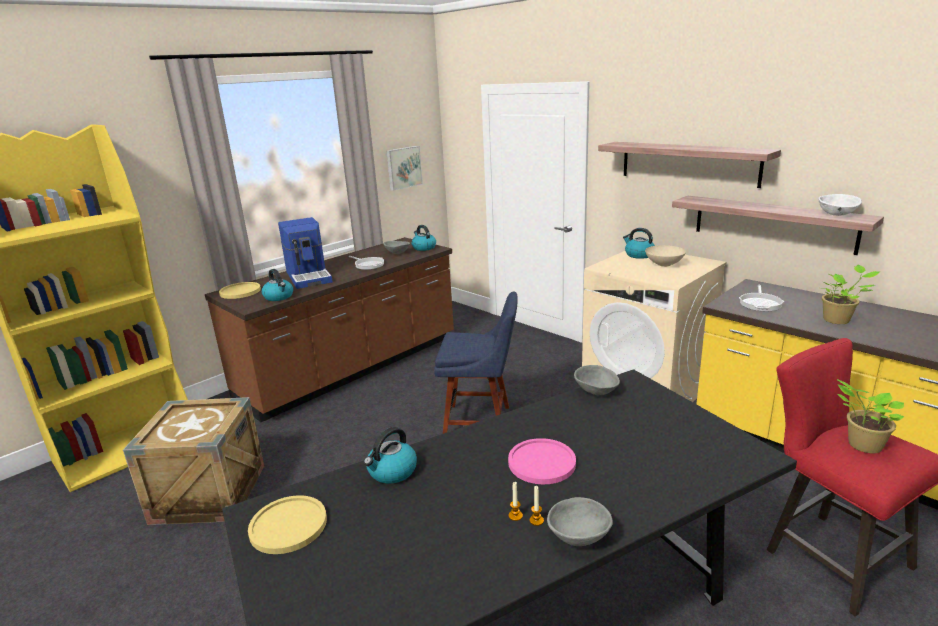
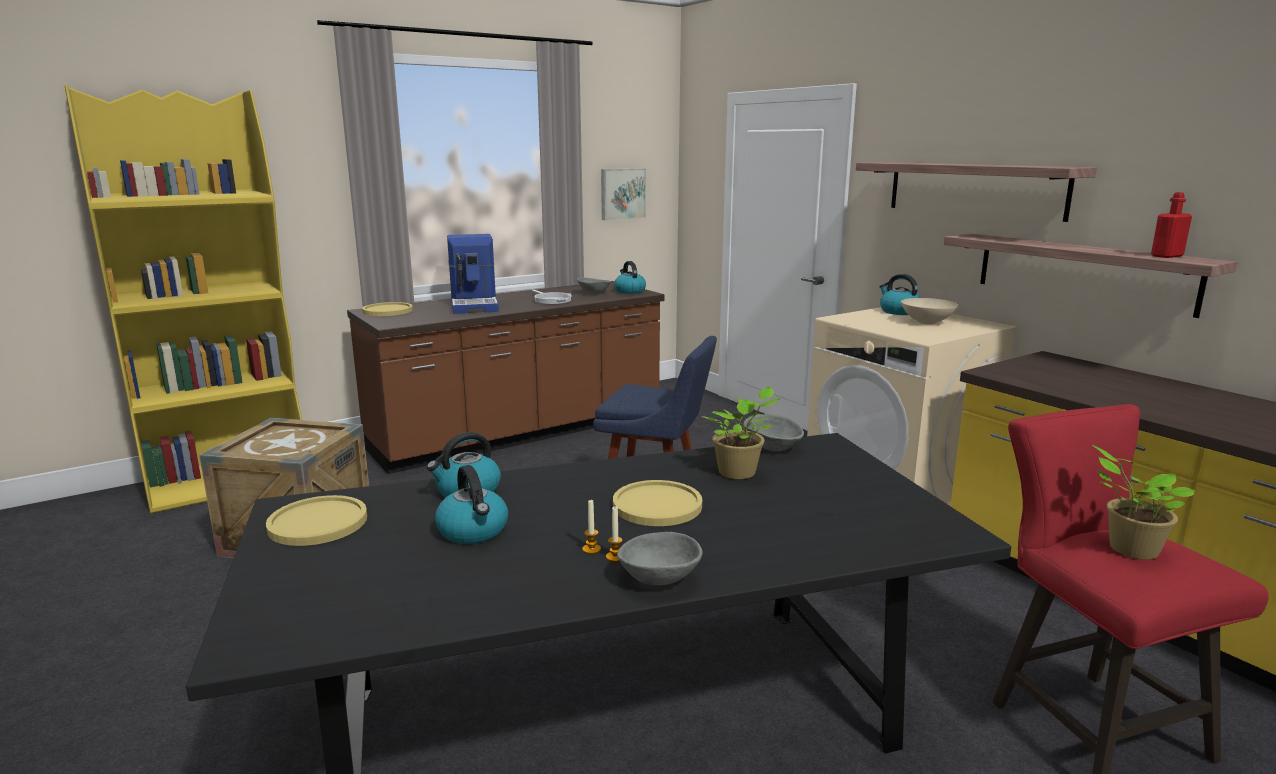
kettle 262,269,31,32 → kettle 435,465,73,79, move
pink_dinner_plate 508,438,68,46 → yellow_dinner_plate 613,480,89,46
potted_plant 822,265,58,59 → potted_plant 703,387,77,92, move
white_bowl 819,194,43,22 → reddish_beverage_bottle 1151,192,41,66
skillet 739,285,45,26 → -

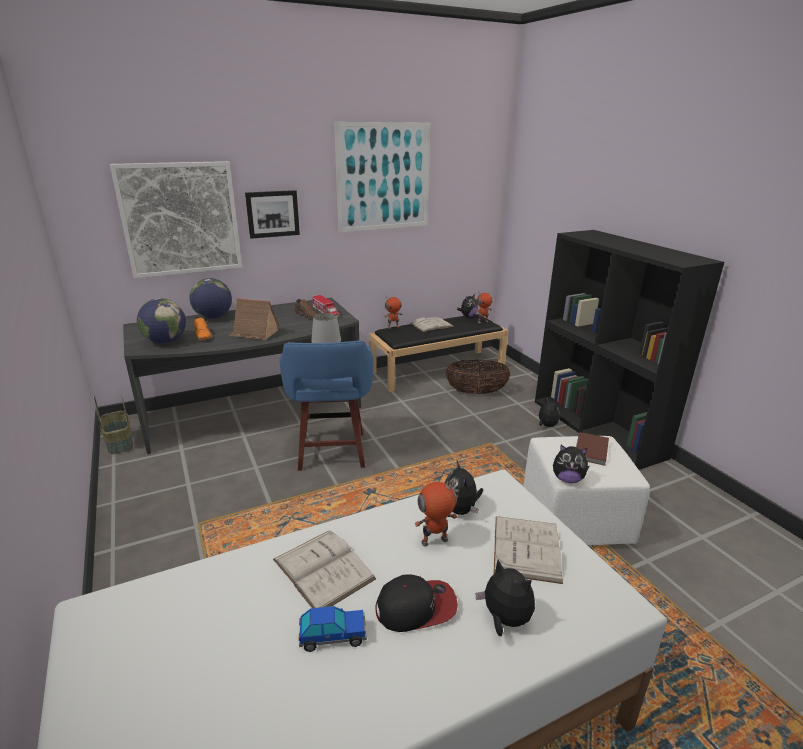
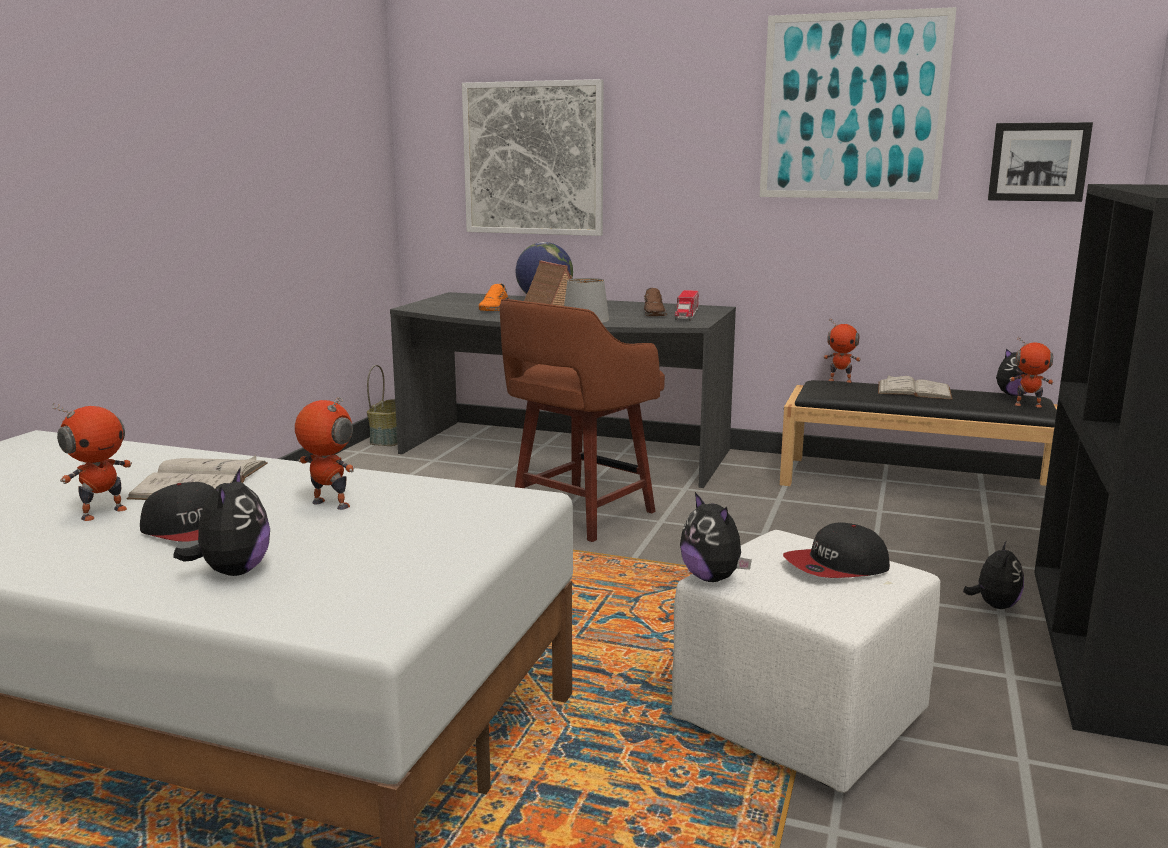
model_car 299,606,68,46 → model_robot 52,403,80,118
blue_stool_seat 280,340,93,131 → brown-coloured_stool_seat 500,299,165,243
brown-coloured_bound_book 576,432,33,34 → peaked_cap 783,522,107,56
wall_picture 245,190,55,49 → wall_picture 988,122,105,80, move
desk_globe 137,298,49,46 → -
soft_toy 445,459,38,56 → -
storage_basket 446,360,65,34 → -
white_bound_book 493,516,70,68 → -

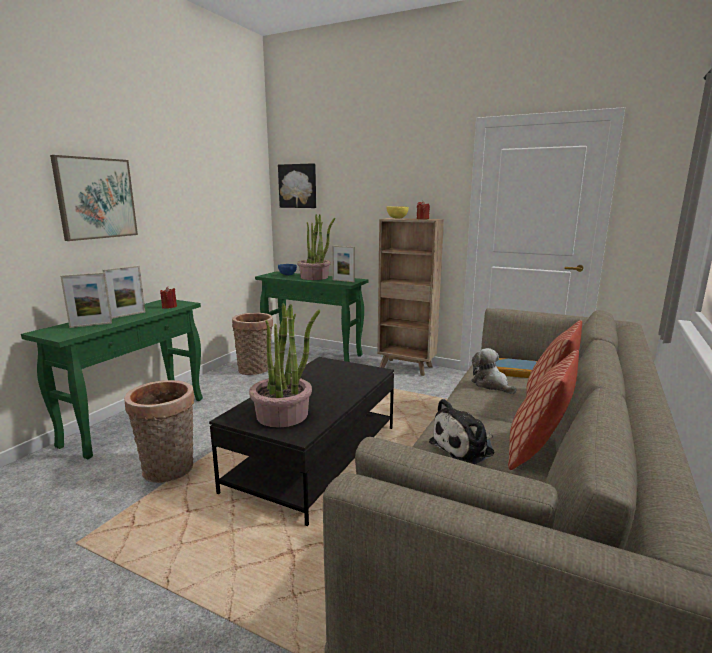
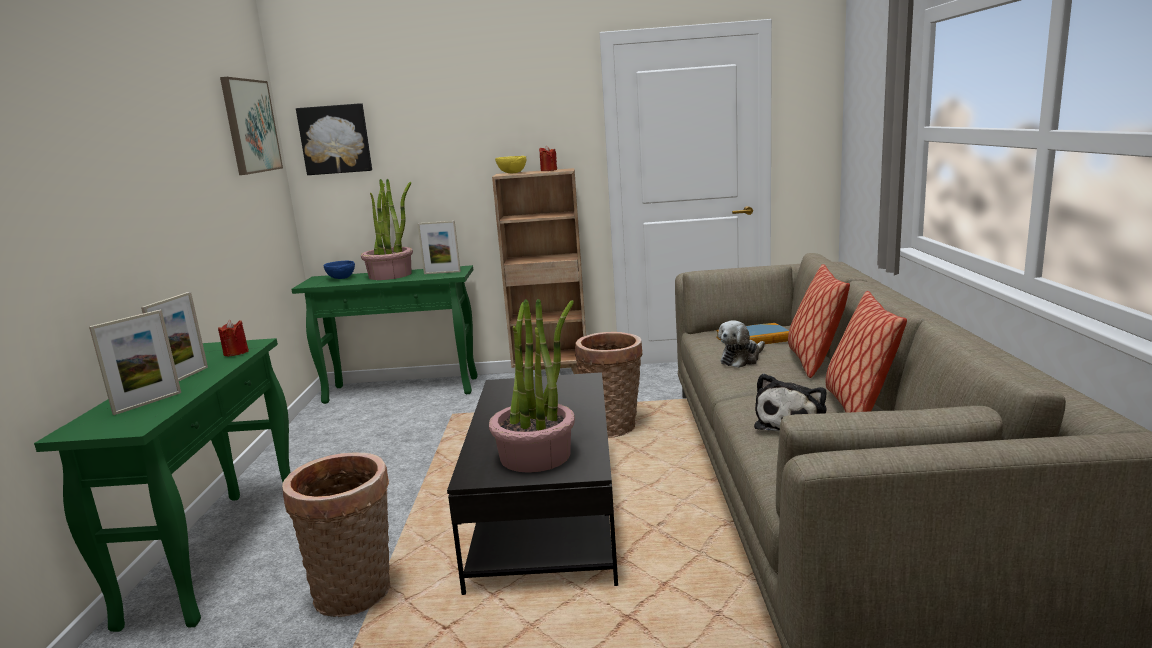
wall_picture 50,155,88,86 → wall_picture 220,77,63,98, move
storage_basket 232,313,41,62 → storage_basket 575,332,68,106, move
soft_toy 471,348,46,46 → soft_toy 718,320,47,48, 75 degrees counterclockwise

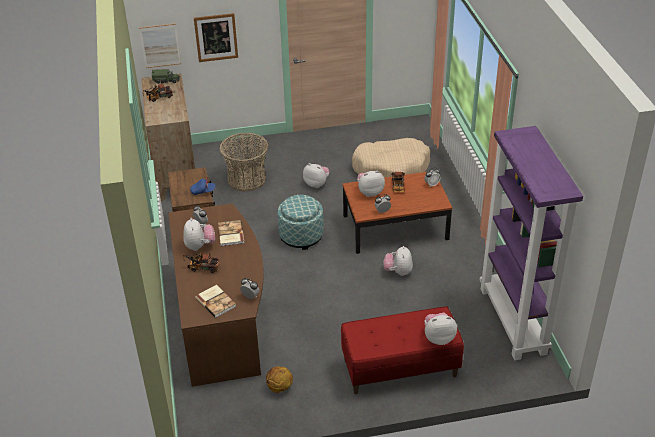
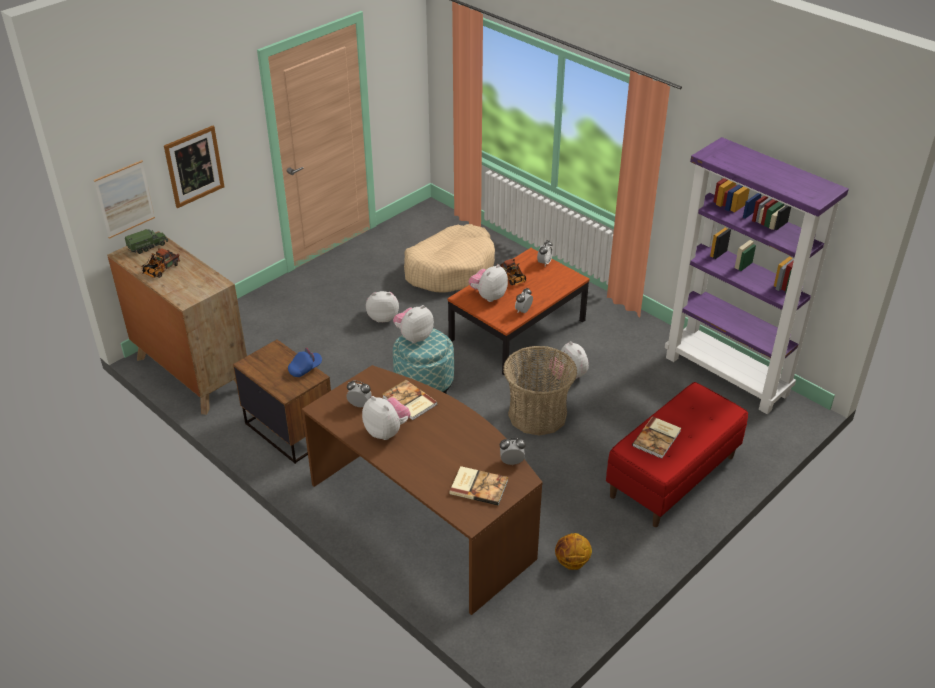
soft_toy 425,313,32,32 → soft_toy 393,305,41,38, move
storage_basket 219,133,49,59 → storage_basket 503,346,74,90, move
- → bound_book 632,417,49,42
toy_truck 183,252,36,21 → -

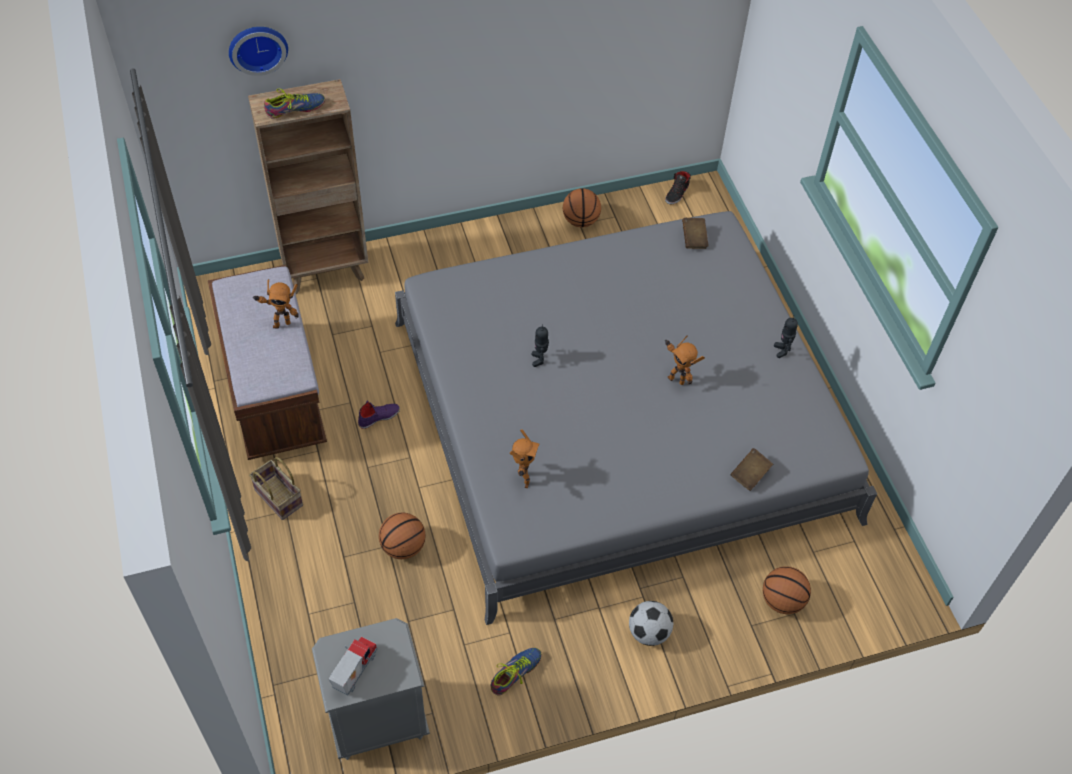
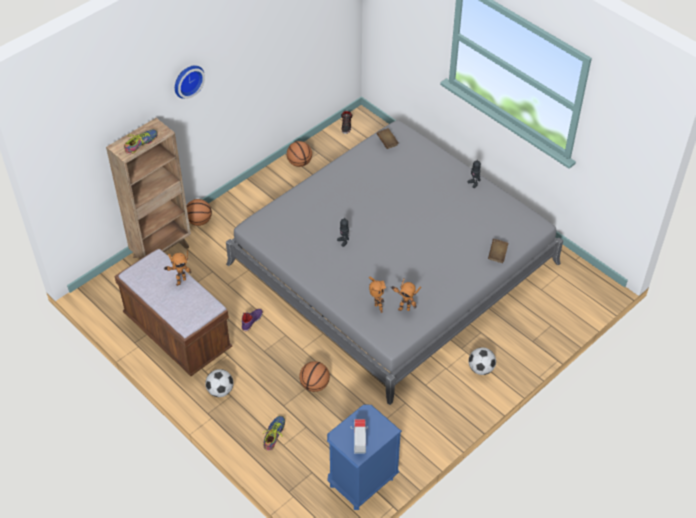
clock_on_the_wall 229,27,59,49 → clock_on_the_wall 175,65,30,34, move
basketball_ball 763,566,48,48 → basketball_ball 186,199,26,27, move
storage_basket 249,457,54,63 → football 205,369,29,28
item_of_footwear 491,648,51,47 → item_of_footwear 263,416,22,35, move
gray_nightstand 312,618,118,142 → blue_nightstand 327,405,75,105
model_robot 664,336,41,49 → model_robot 391,278,30,33, move

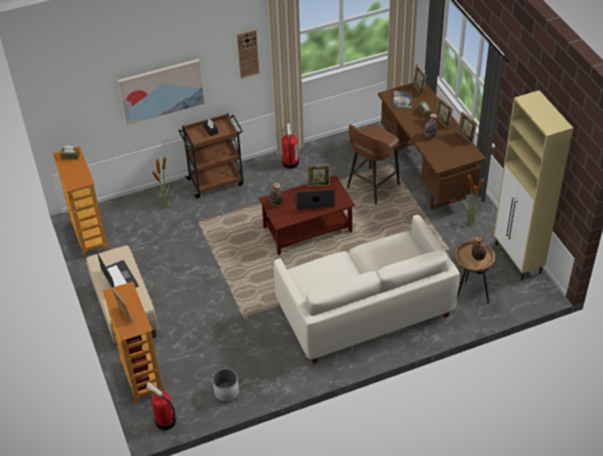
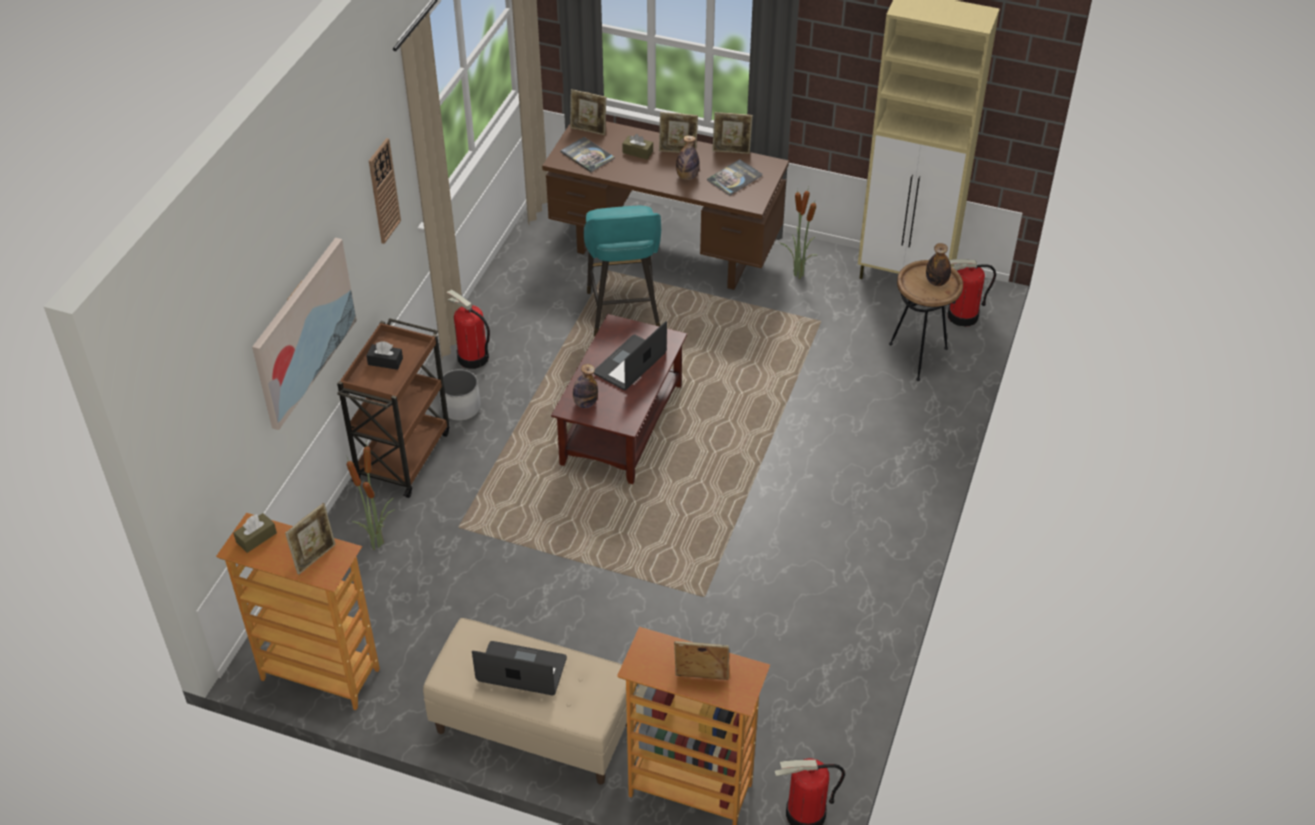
picture_frame 308,164,22,23 → picture_frame 285,503,51,72, move
white_flower_pot 213,369,26,33 → white_flower_pot 439,369,42,52, move
brown-coloured_stool_seat 347,124,53,80 → turquoise-coloured_stool_seat 584,205,77,132
- → bound_book 707,159,55,37
- → fire_extinguisher 948,259,48,68
white_sofa 274,215,186,149 → -

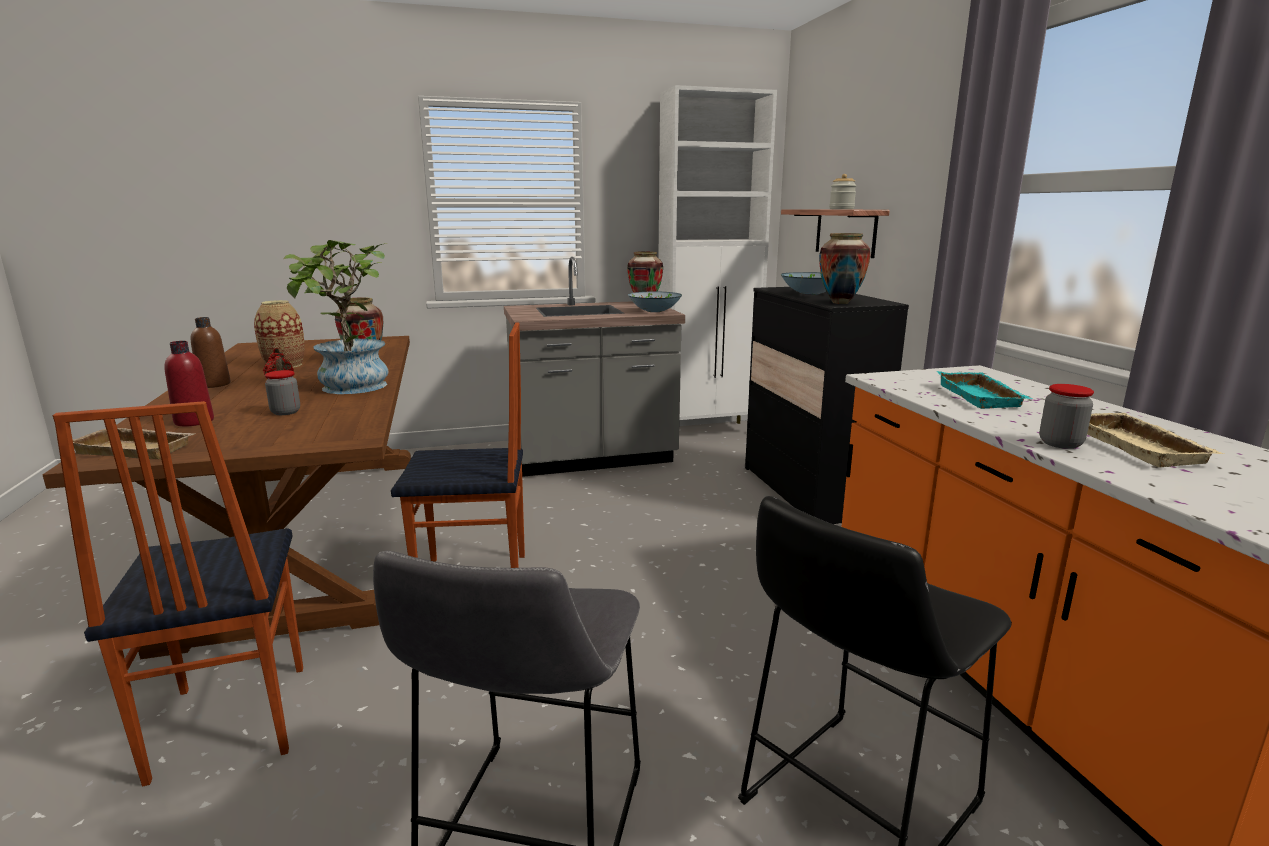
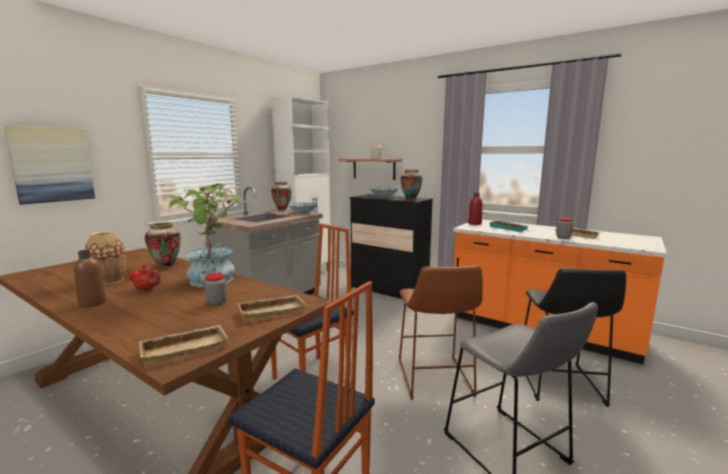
- → wall_picture 4,125,91,80
- → beige_tray 238,295,69,26
- → brown-coloured_stool_seat 399,265,84,135
reddish_beverage_bottle 164,341,50,86 → reddish_beverage_bottle 468,193,14,32, move

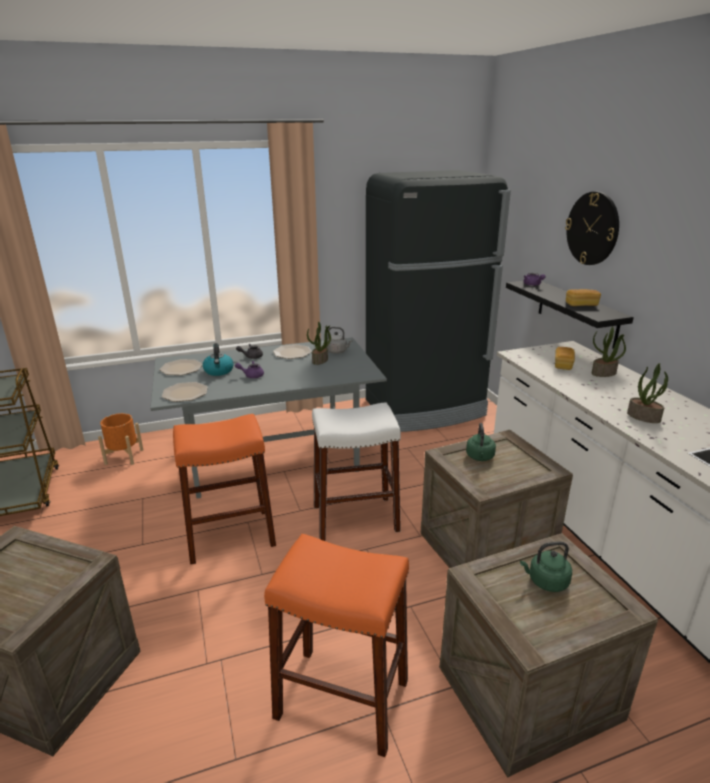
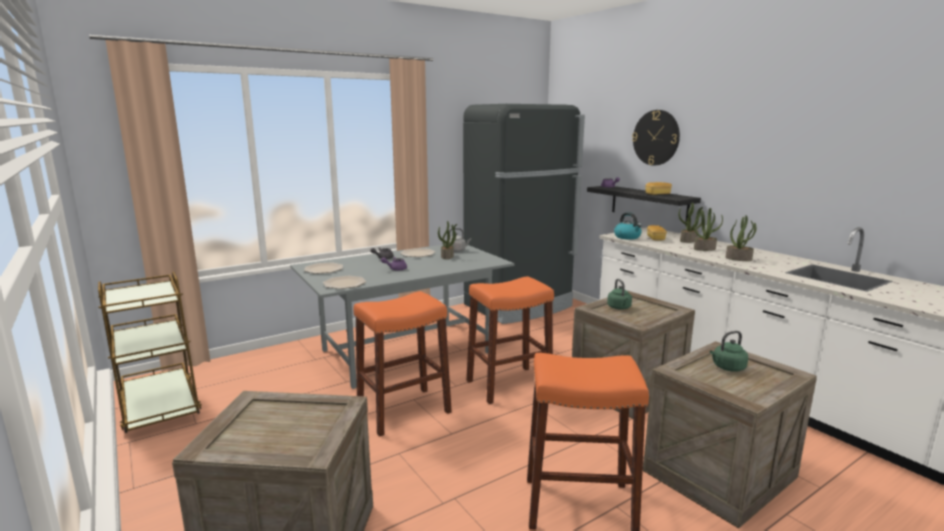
white_stool_seat 312,402,89,139 → orange-coloured_stool_seat 467,277,87,127
kettle 203,343,31,33 → kettle 614,212,28,27, move
- → potted_plant 694,208,29,43
orange-coloured_flower_pot 98,413,45,52 → -

